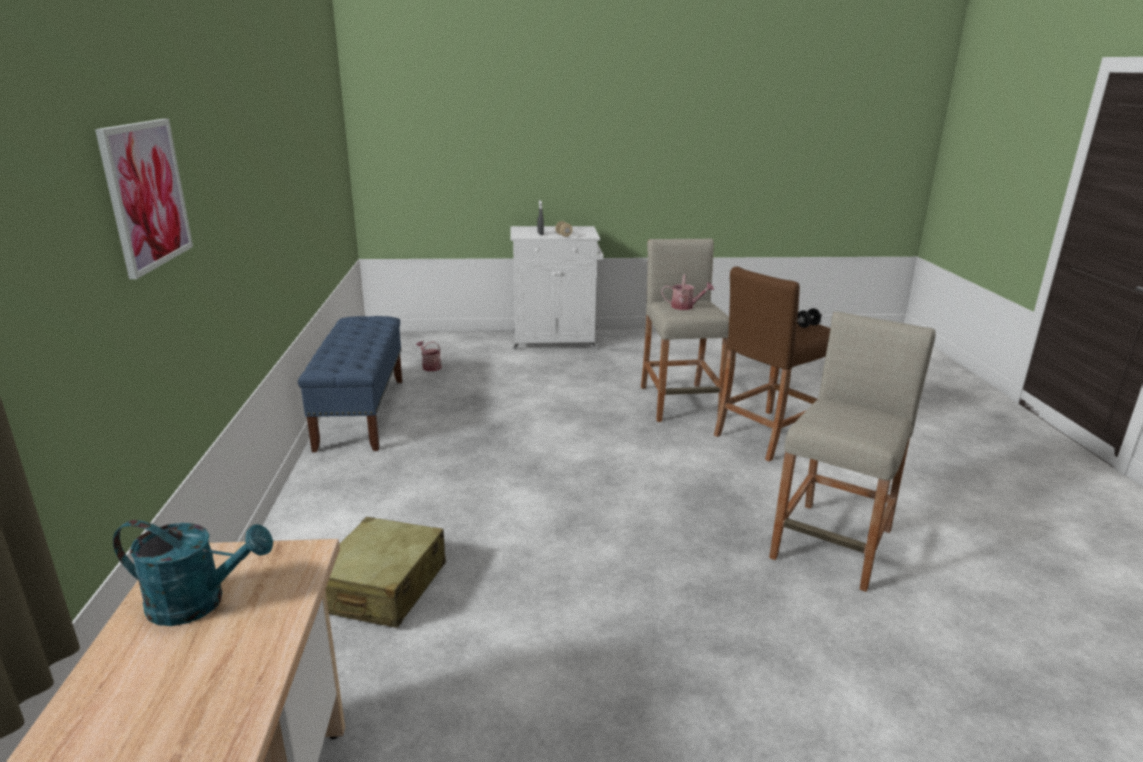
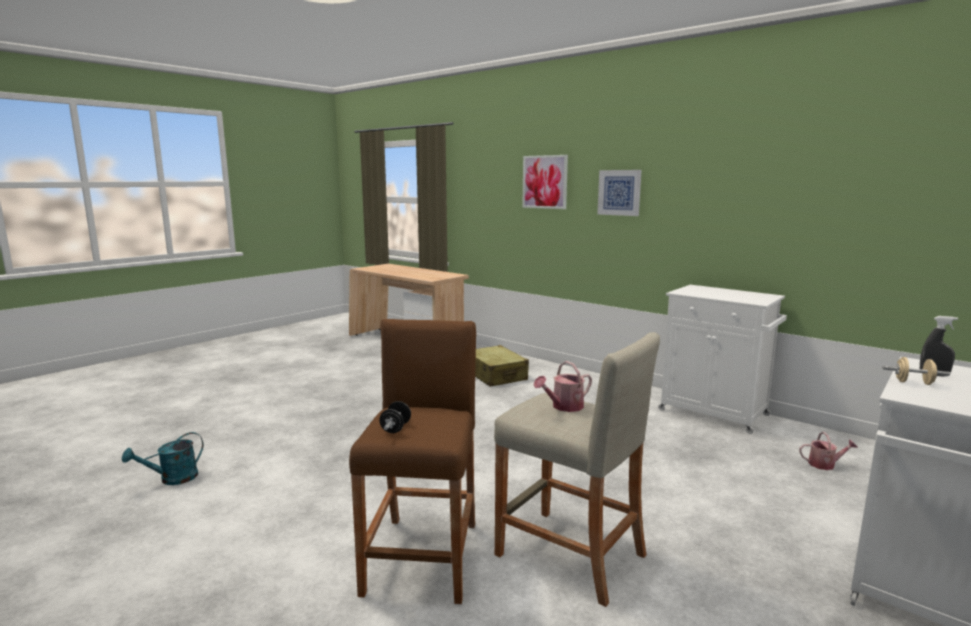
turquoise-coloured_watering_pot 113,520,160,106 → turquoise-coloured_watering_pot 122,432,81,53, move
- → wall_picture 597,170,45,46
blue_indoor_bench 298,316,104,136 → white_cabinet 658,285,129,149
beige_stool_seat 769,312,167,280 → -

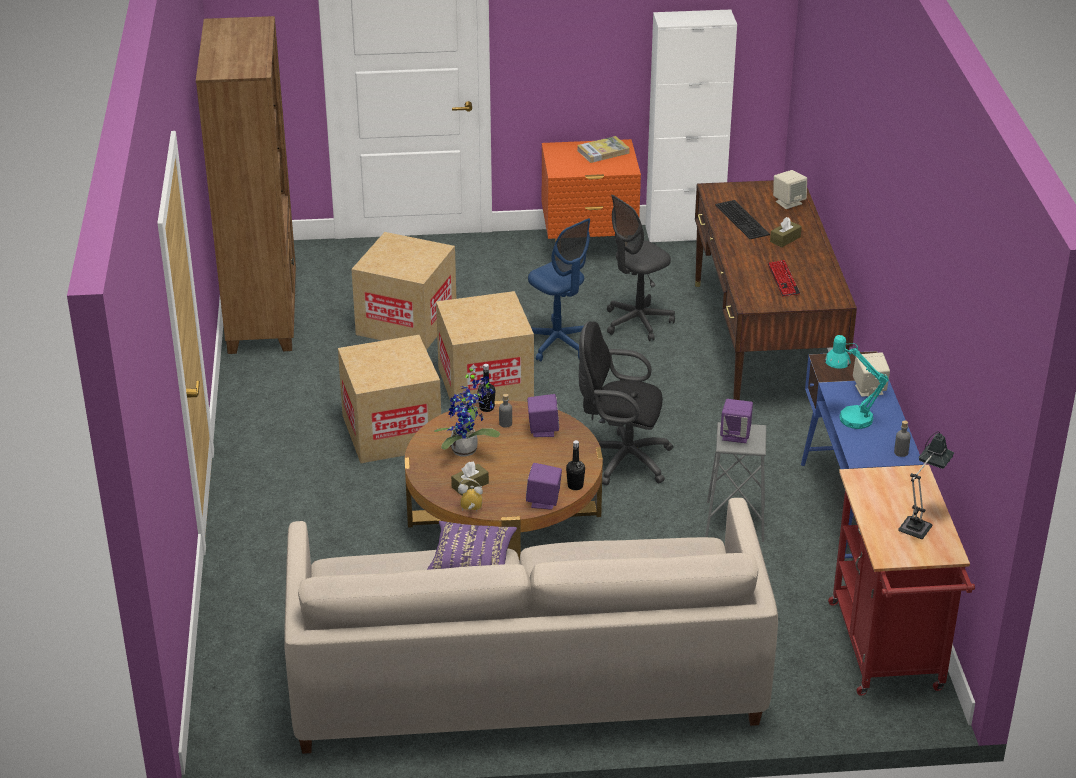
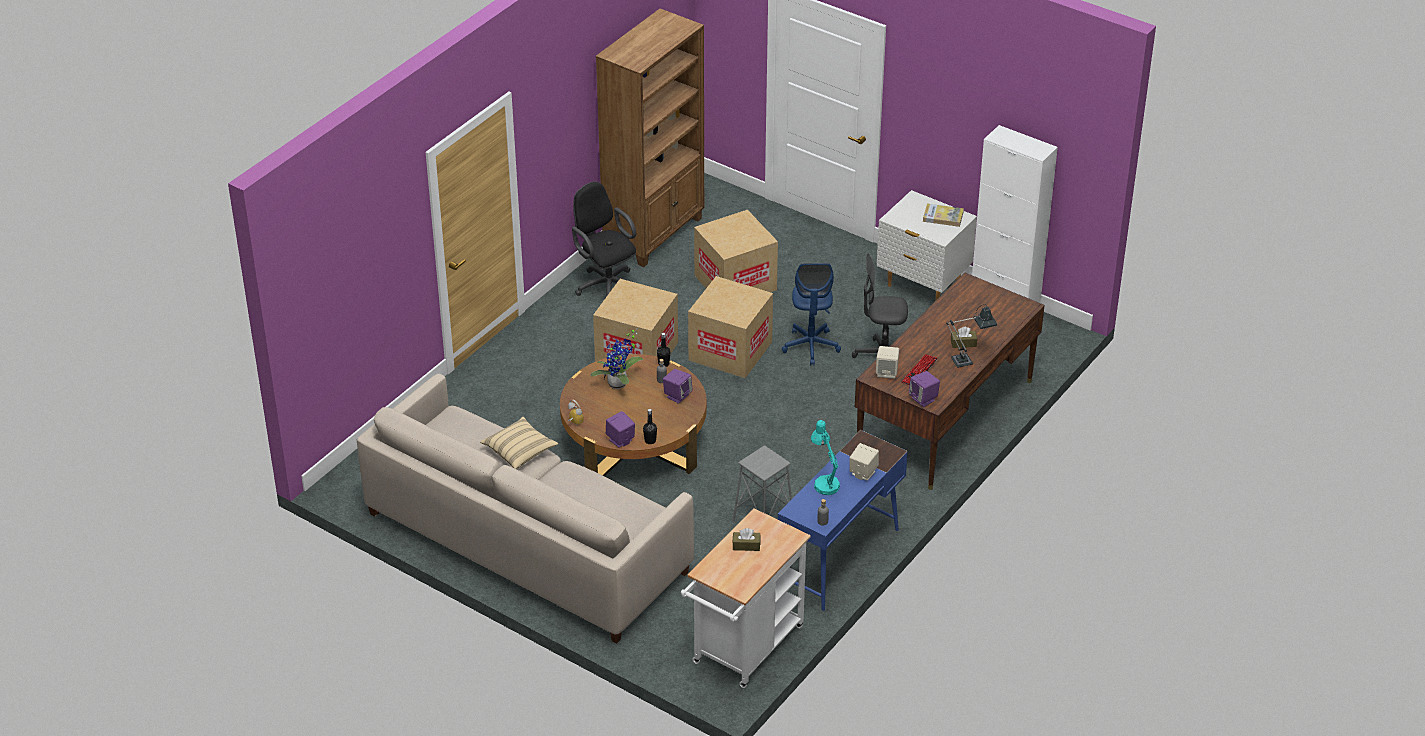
purple-coloured_cushion 427,521,90,49 → beige_cushion 480,417,78,52
black_office_chair 579,321,94,164 → black_office_chair 572,181,64,116, move
reddish_wheeled_cart 828,465,147,231 → white_wheeled_cart 681,508,130,180
brown-coloured_box_of_tissues 451,462,38,34 → brown-coloured_box_of_tissues 732,528,29,23, move
beige_speaker 773,170,34,39 → beige_speaker 876,346,23,33, move
orange-coloured_nightstand 542,139,99,103 → white_nightstand 877,190,100,110
purple-coloured_speaker 720,399,33,44 → purple-coloured_speaker 909,371,31,36, move
lamp_for_a_table 898,431,56,108 → lamp_for_a_table 946,304,51,64, move
PC_keyboard 715,200,55,39 → -

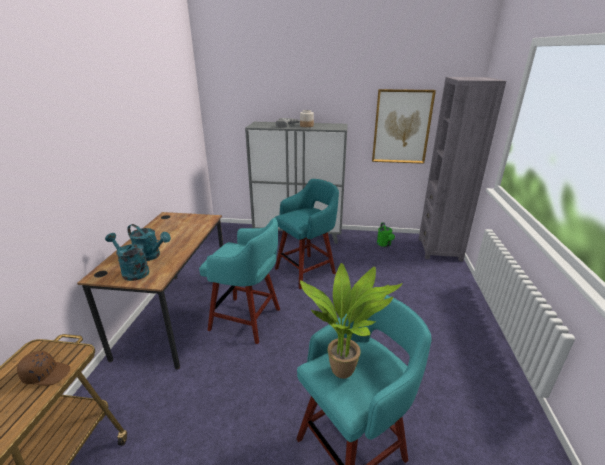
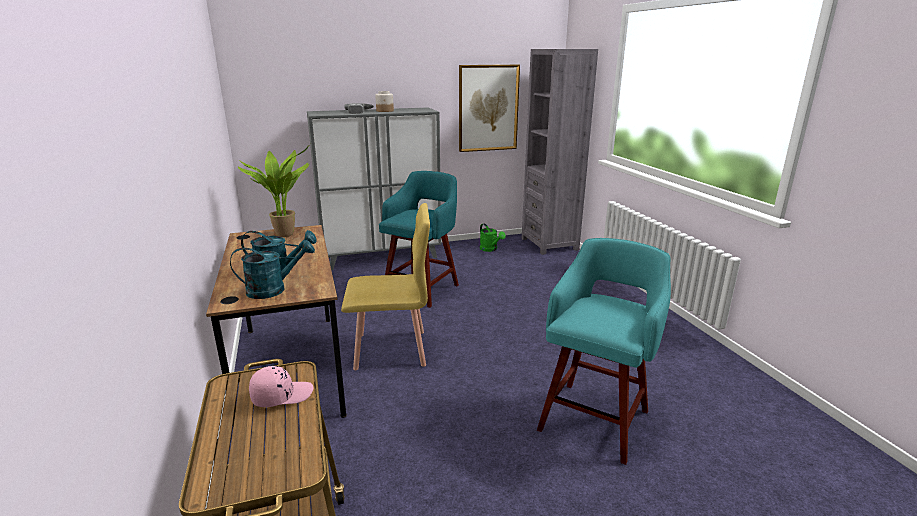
turquoise-coloured_watering_pot 105,233,44,48 → turquoise-coloured_watering_pot 230,240,85,59, 150 degrees clockwise
potted_plant 300,263,103,116 → potted_plant 238,144,72,93, move
brown-coloured_peaked_cap 17,351,53,35 → pink_peaked_cap 249,366,64,41
turquoise-coloured_stool_seat 199,218,81,126 → yellow_plain_chair 341,203,89,167

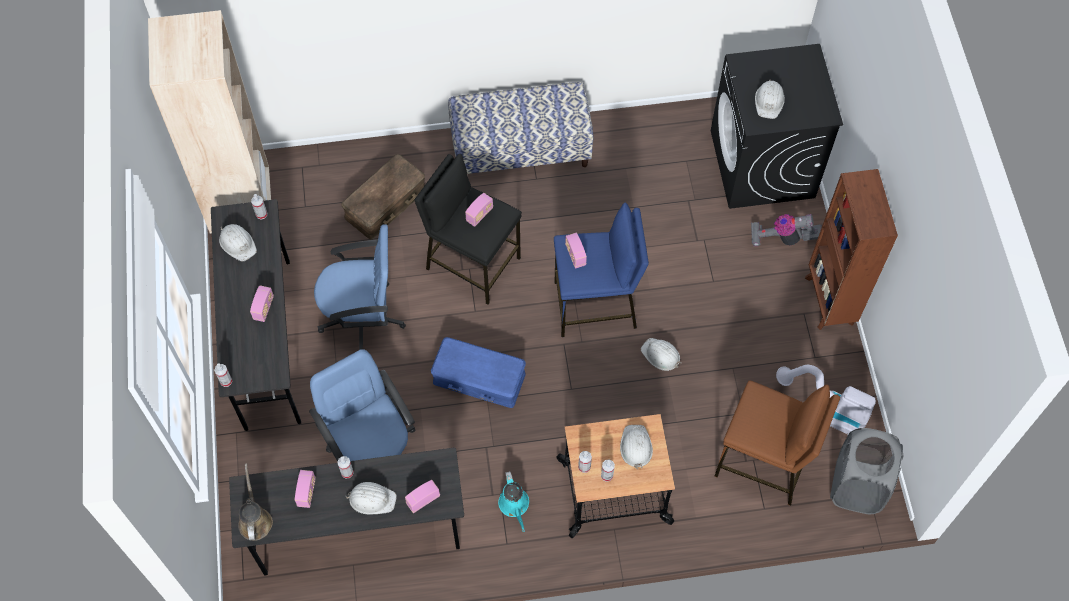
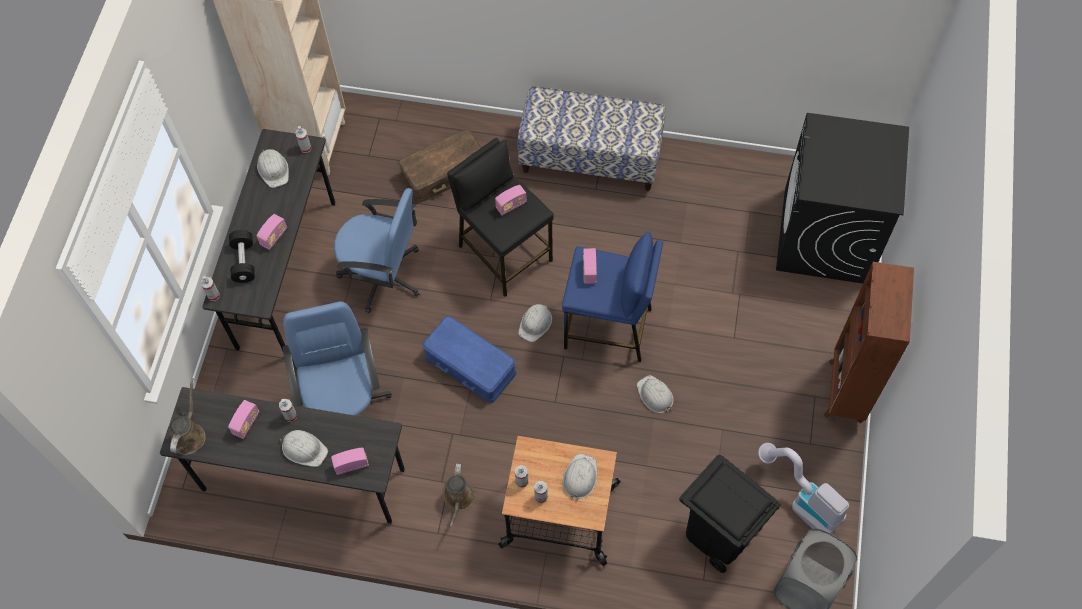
- → black_dumbbell 229,230,26,53
turquoise-coloured_watering_pot 498,471,31,61 → brown-coloured_watering_pot 443,463,32,64
white_safety_helmet 755,79,30,40 → white_safety_helmet 518,302,34,40, move
brown-coloured_stool_seat 715,380,125,126 → black_trash_can 679,455,102,118
hoover 751,214,71,32 → -

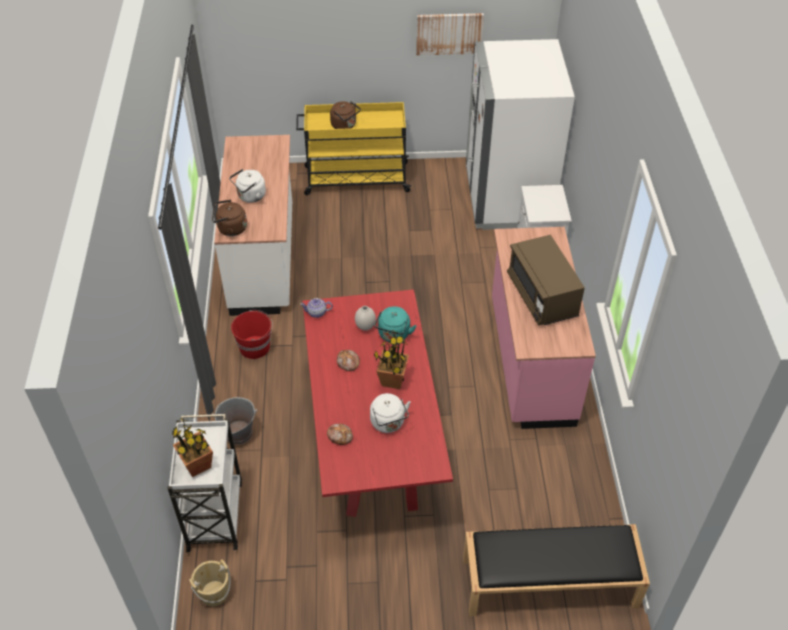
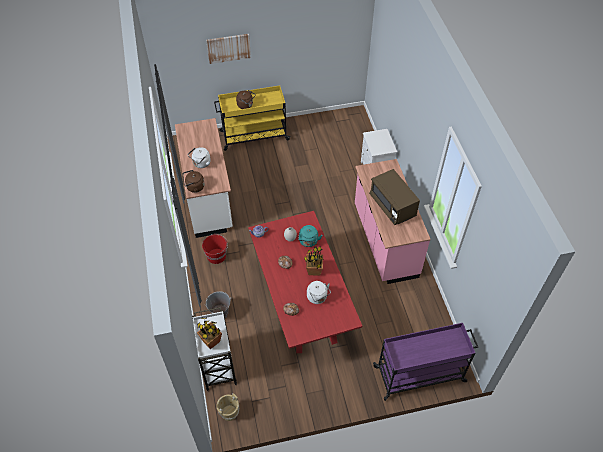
wall_picture 416,13,68,43 → wall_picture 206,34,45,30, move
black_indoor_bench 463,524,187,92 → purple-coloured_wheeled_cart 373,323,105,78
white_kitchen_fridge 466,39,109,191 → -

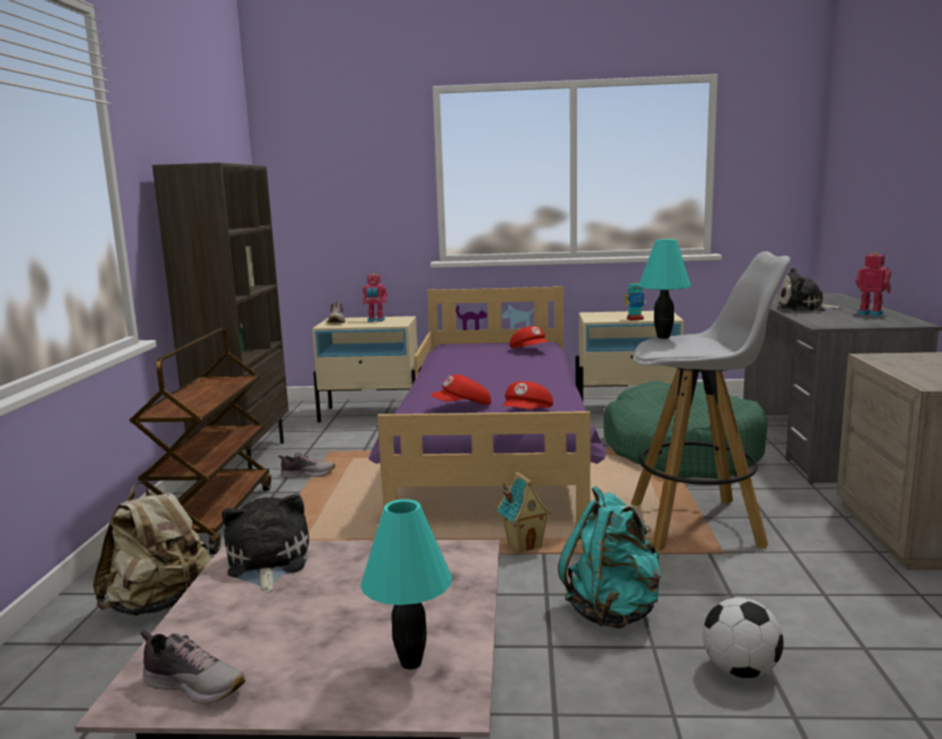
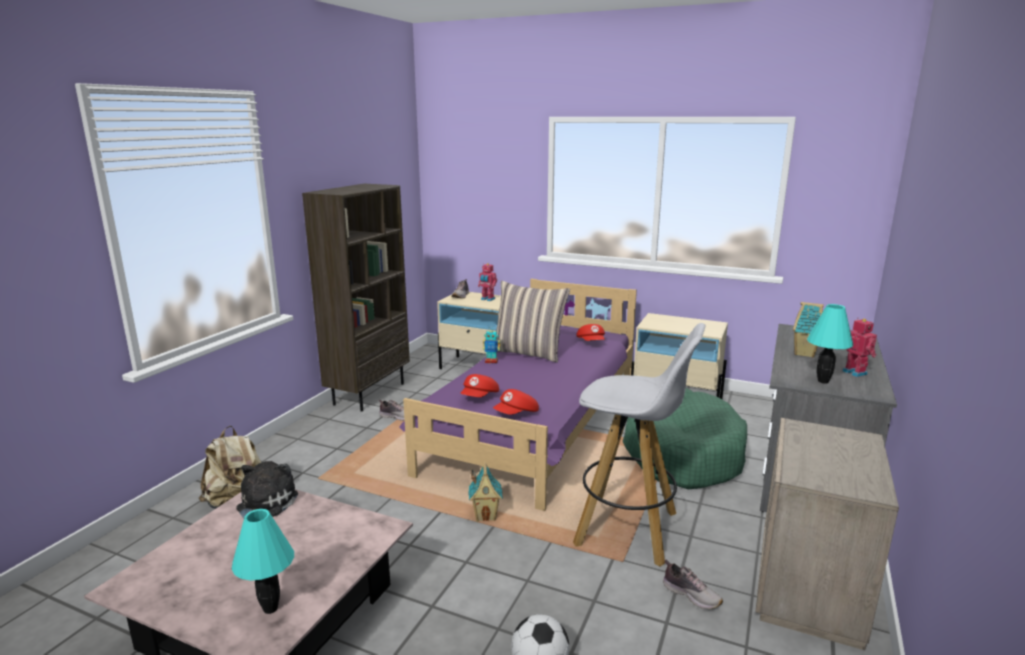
reddish_peaked_cap 430,375,61,30 → reddish_peaked_cap 461,374,38,23, 60 degrees counterclockwise
model_robot 625,277,20,44 → model_robot 483,328,17,36, move
- → cushion 496,281,74,82
item_of_footwear 140,630,105,74 → item_of_footwear 663,560,60,49, move
soft_toy 778,268,64,44 → model_house 793,302,31,56
turquoise-coloured_lamp_for_a_table 638,239,53,100 → turquoise-coloured_lamp_for_a_table 807,304,46,80, move
brown-coloured_wheeled_cart 129,328,142,226 → -
turquoise-coloured_knapsack 558,486,104,143 → -

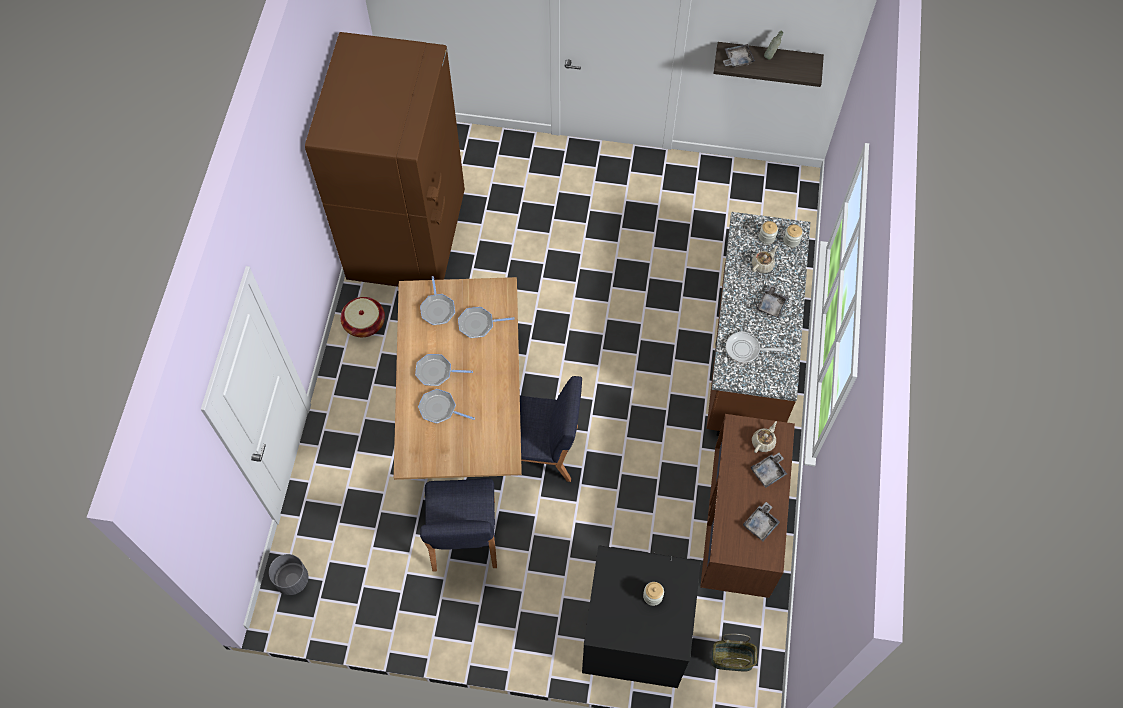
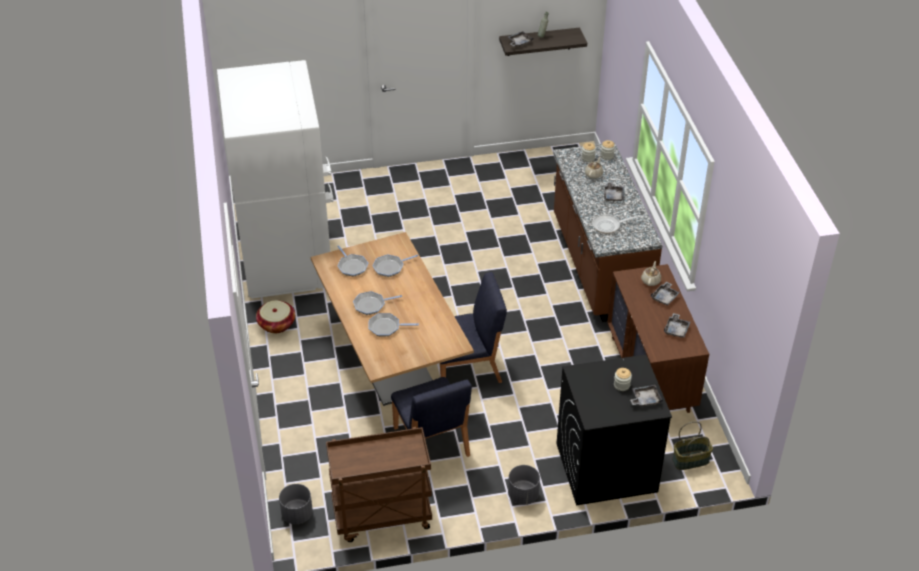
brown-coloured_kitchen_fridge 305,32,160,255 → white_kitchen_fridge 217,60,117,238
- → brown-coloured_wheeled_cart 326,427,106,115
- → gray_flower_pot 508,465,32,40
- → gray_tray 631,385,32,22

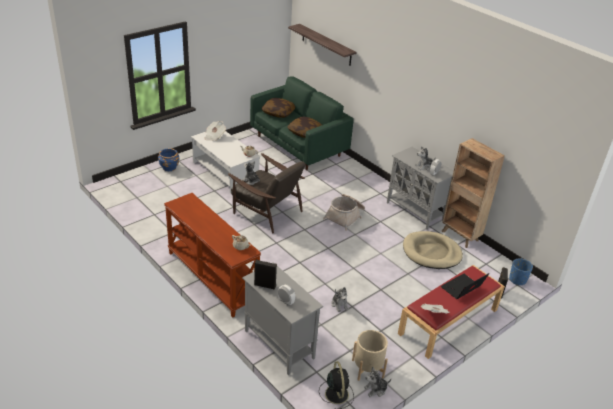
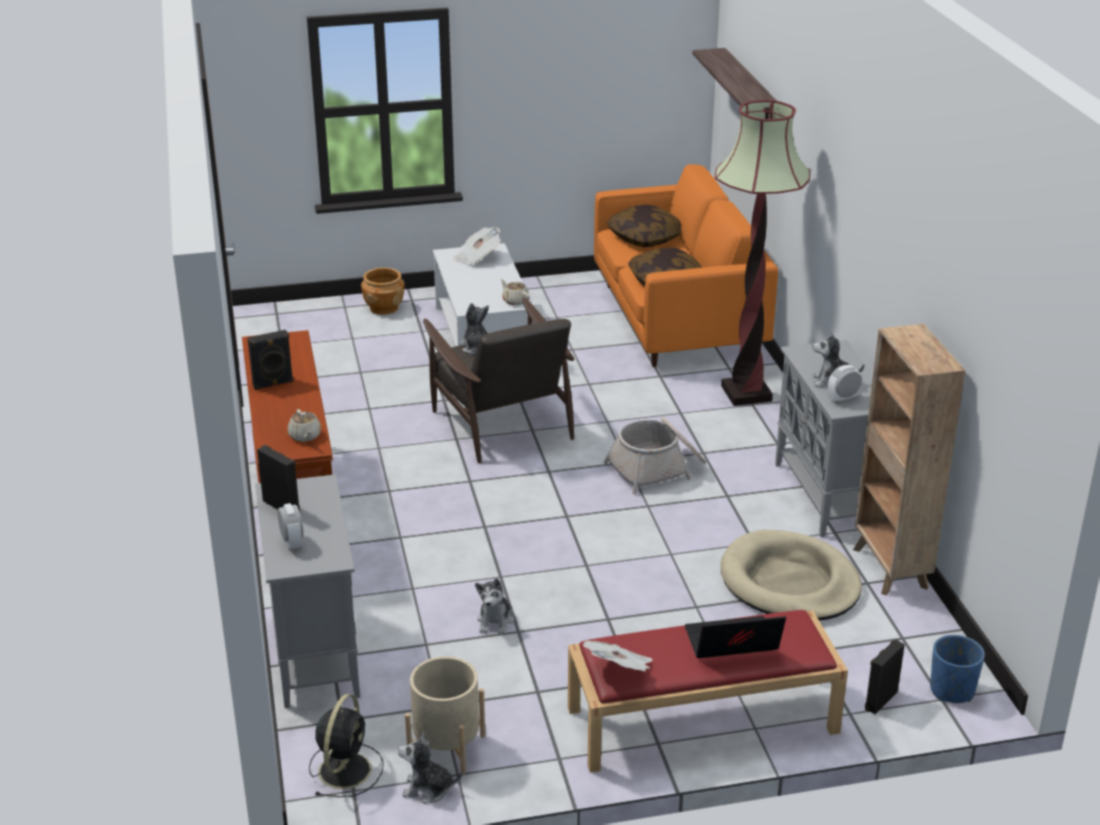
- → black_speaker 248,330,45,60
blue_flower_pot 158,148,22,23 → brown-coloured_flower_pot 361,268,44,47
green_sofa 250,76,104,94 → orange-coloured_sofa 594,164,184,203
- → floor_lamp 715,100,95,306

